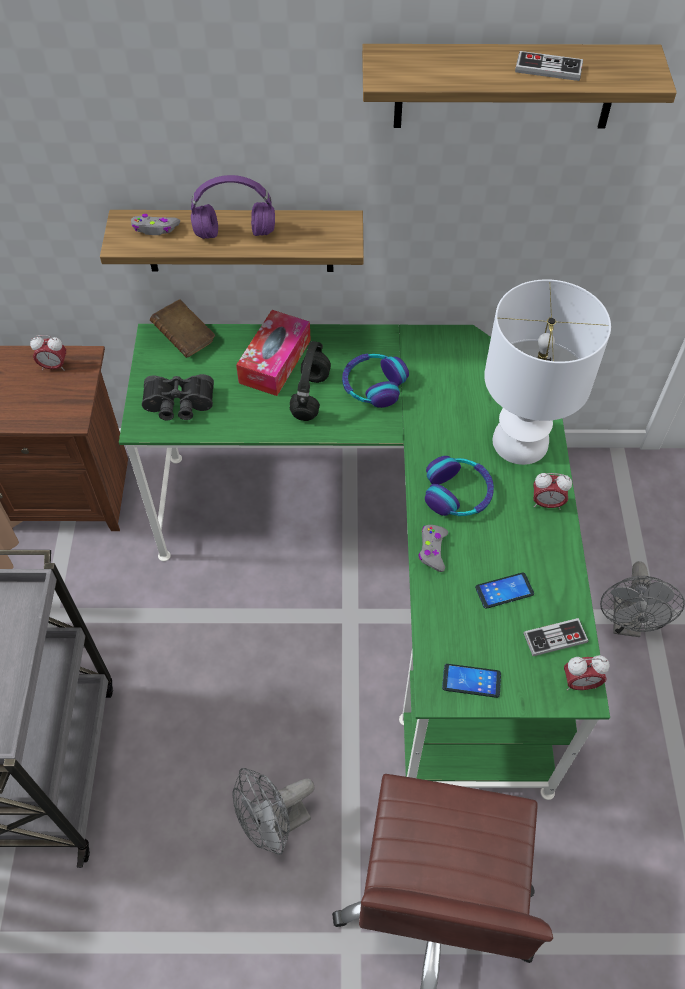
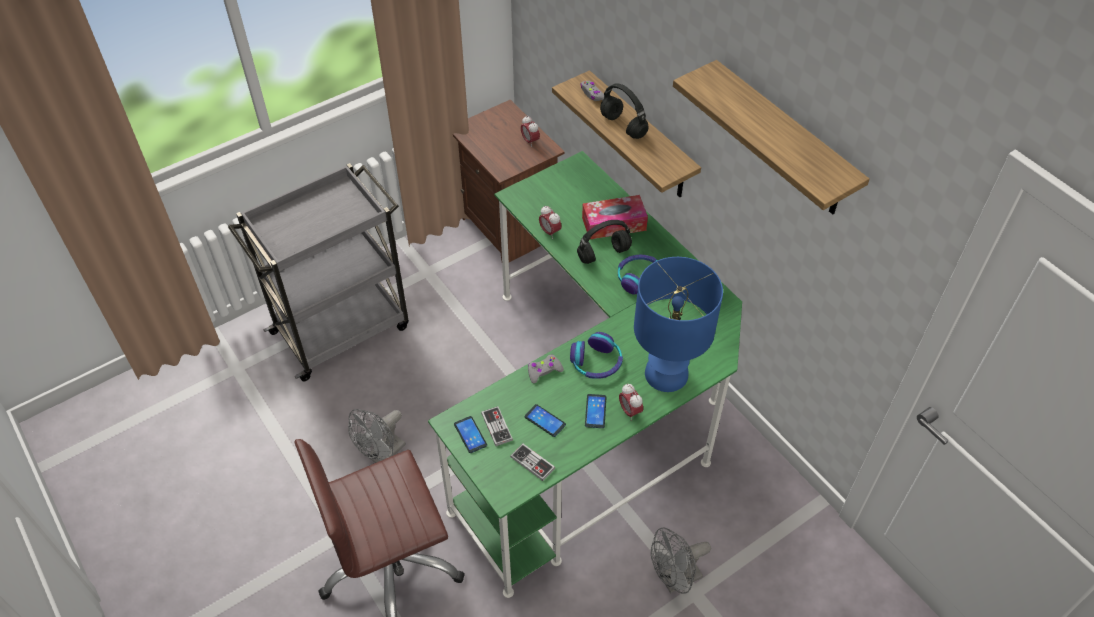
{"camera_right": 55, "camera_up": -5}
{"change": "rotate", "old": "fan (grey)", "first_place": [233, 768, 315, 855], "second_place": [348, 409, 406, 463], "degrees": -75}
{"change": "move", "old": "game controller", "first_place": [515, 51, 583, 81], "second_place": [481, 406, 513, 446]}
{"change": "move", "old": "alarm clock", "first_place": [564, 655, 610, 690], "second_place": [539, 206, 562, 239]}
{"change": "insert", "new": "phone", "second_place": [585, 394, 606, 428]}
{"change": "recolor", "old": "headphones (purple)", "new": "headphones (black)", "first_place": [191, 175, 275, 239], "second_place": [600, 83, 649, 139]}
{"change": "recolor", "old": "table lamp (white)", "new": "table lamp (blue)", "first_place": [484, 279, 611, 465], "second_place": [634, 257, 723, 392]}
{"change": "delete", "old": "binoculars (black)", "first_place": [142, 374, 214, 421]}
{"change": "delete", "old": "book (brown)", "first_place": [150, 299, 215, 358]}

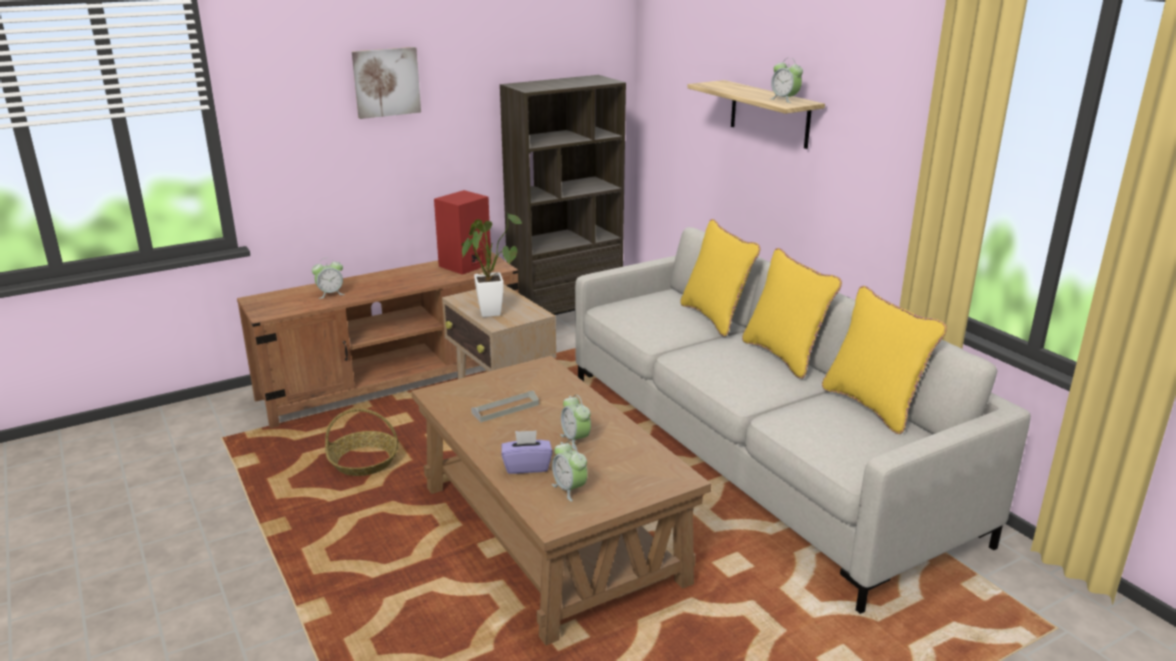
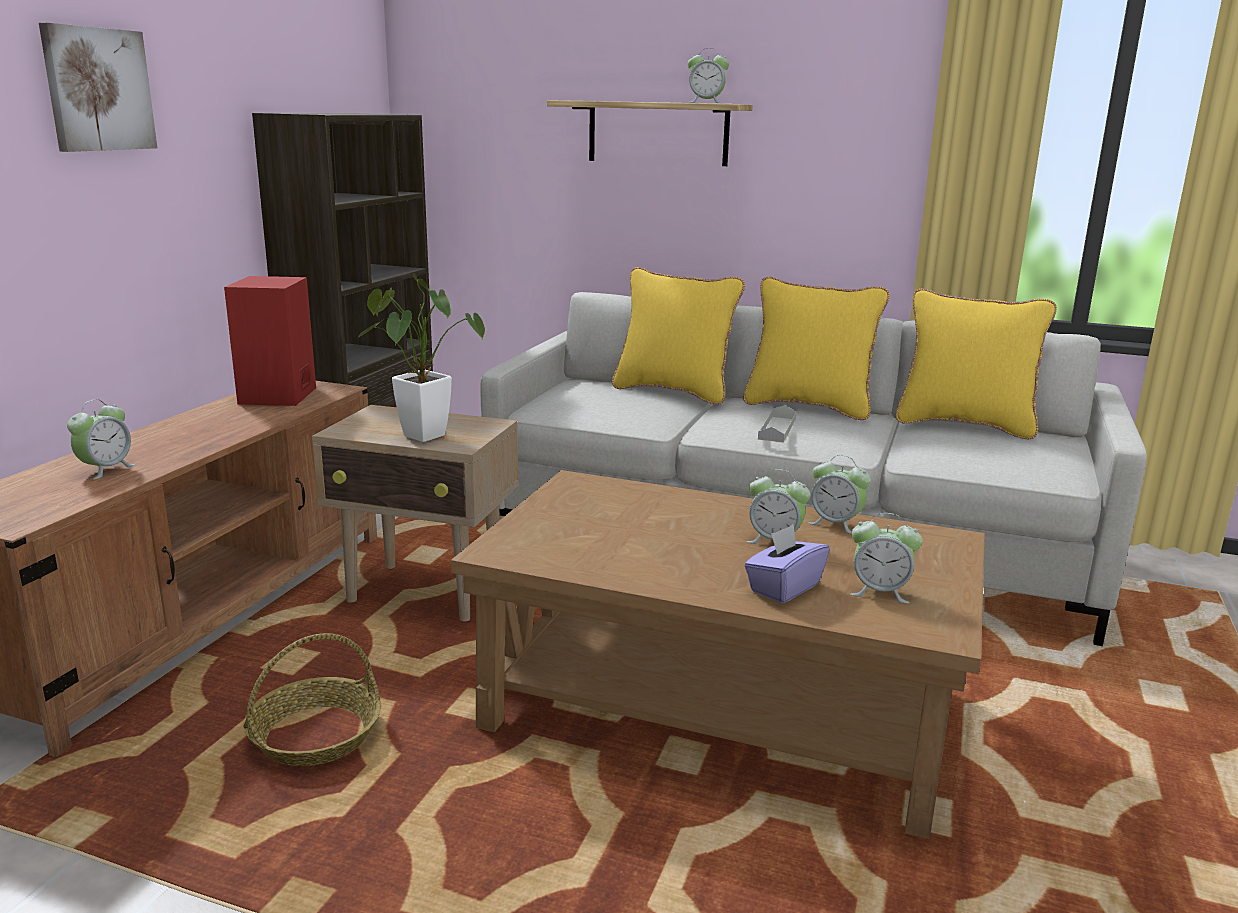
{"camera_right": -40, "camera_up": -5}
{"change": "move", "old": "tray (grey)", "first_place": [471, 391, 539, 422], "second_place": [758, 405, 796, 443]}
{"change": "insert", "new": "alarm clock", "second_place": [808, 455, 871, 534]}

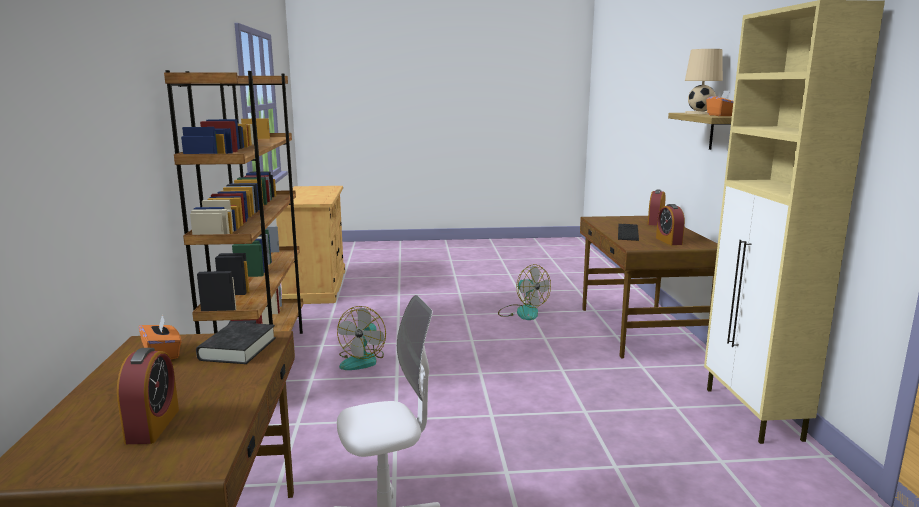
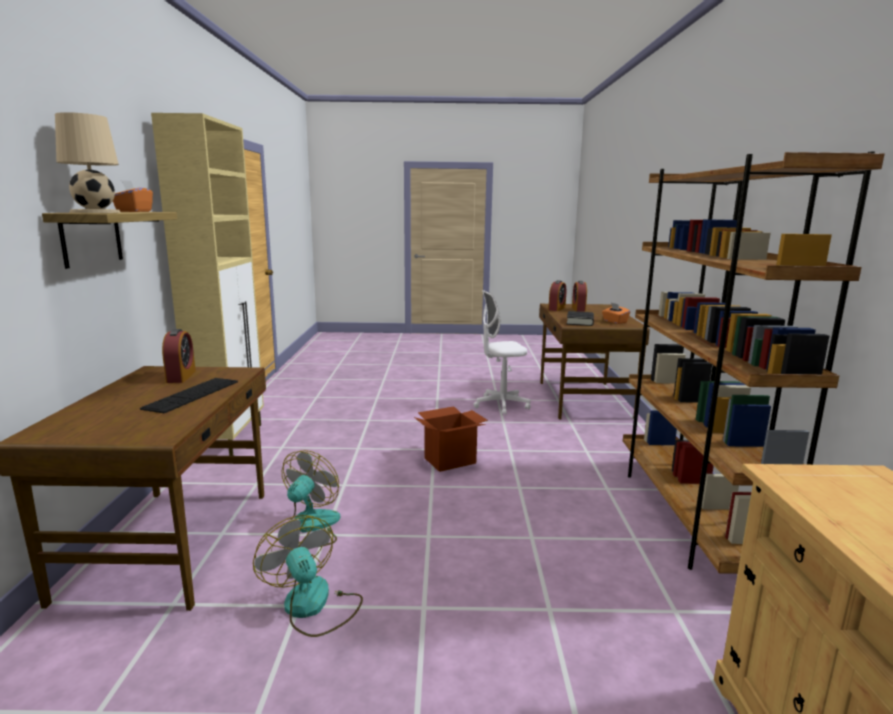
{"camera_right": -175, "camera_up": 0}
{"change": "move", "old": "fan", "first_place": [337, 306, 386, 370], "second_place": [282, 450, 341, 547]}
{"change": "insert", "new": "cardboard box", "second_place": [414, 406, 488, 472]}
{"change": "move", "old": "alarm clock", "first_place": [648, 189, 665, 226], "second_place": [548, 280, 566, 311]}

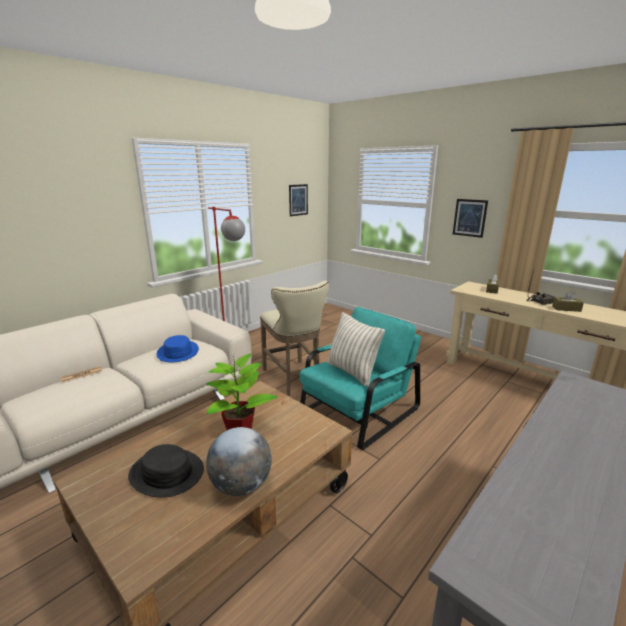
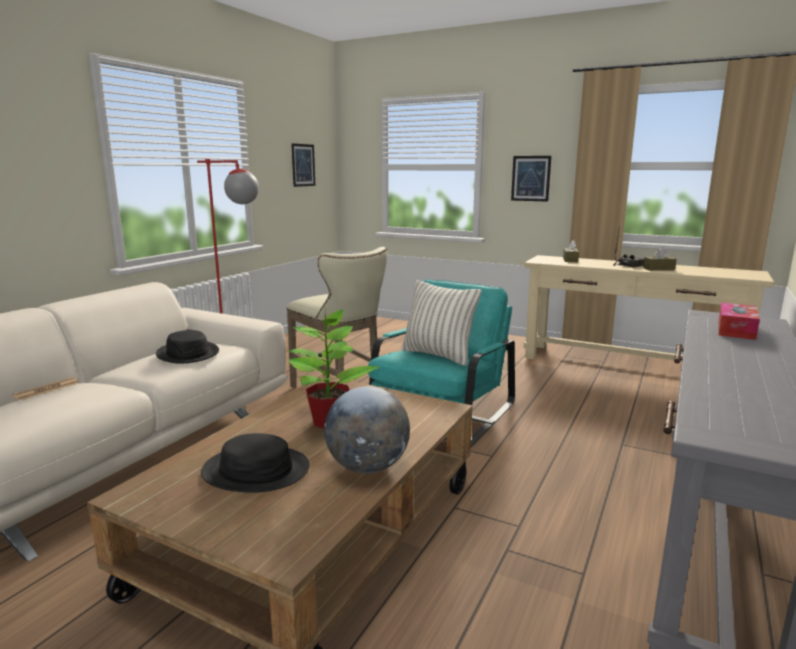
{"camera_right": -15, "camera_up": -5}
{"change": "recolor", "old": "hat (blue)", "new": "hat (black)", "first_place": [156, 335, 199, 362], "second_place": [156, 330, 219, 364]}
{"change": "insert", "new": "tissue box", "second_place": [718, 302, 760, 340]}

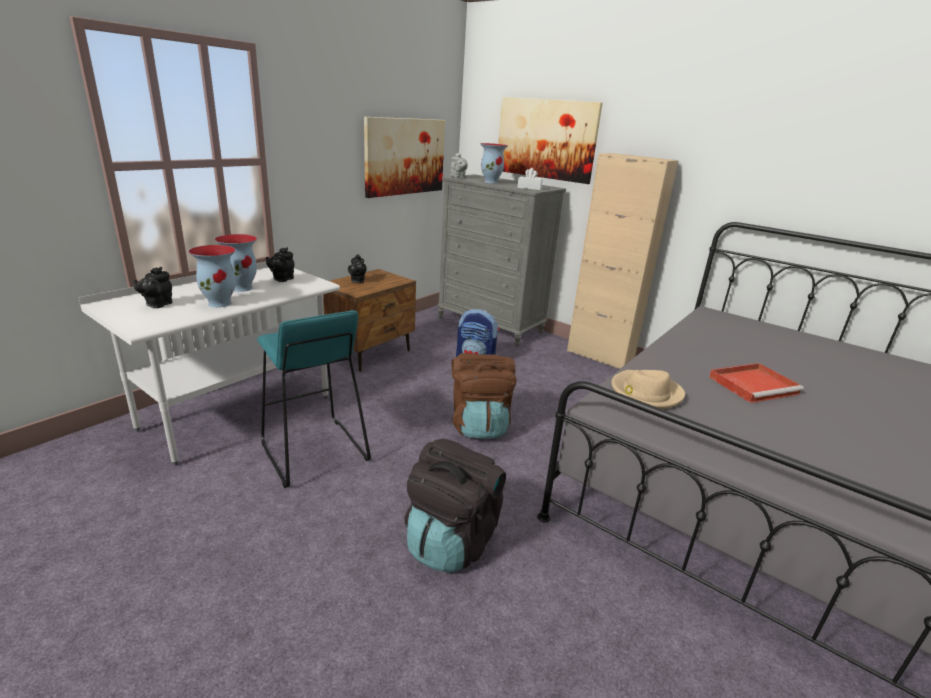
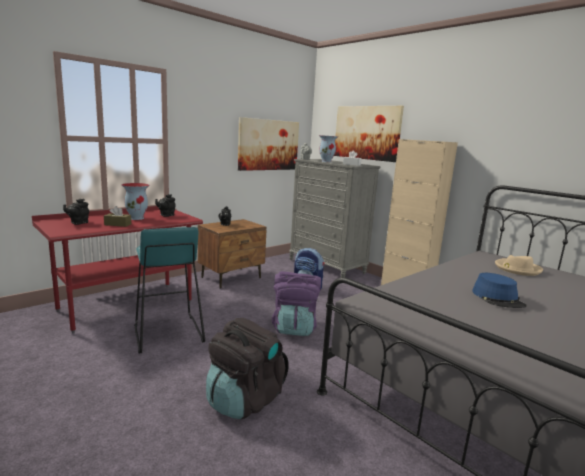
{"camera_right": 10, "camera_up": -10}
{"change": "recolor", "old": "desk (white)", "new": "desk (red)", "first_place": [78, 262, 340, 466], "second_place": [32, 206, 203, 334]}
{"change": "replace", "old": "vase", "new": "tissue box (brown)", "first_place": [188, 245, 236, 308], "second_place": [104, 206, 131, 227]}
{"change": "recolor", "old": "backpack (brown)", "new": "backpack (purple)", "first_place": [452, 353, 517, 439], "second_place": [272, 271, 321, 336]}
{"change": "replace", "old": "tray (red)", "new": "hat (blue)", "first_place": [709, 363, 804, 403], "second_place": [472, 273, 527, 308]}
{"change": "move", "old": "hat (beige)", "first_place": [611, 370, 685, 409], "second_place": [495, 255, 543, 276]}

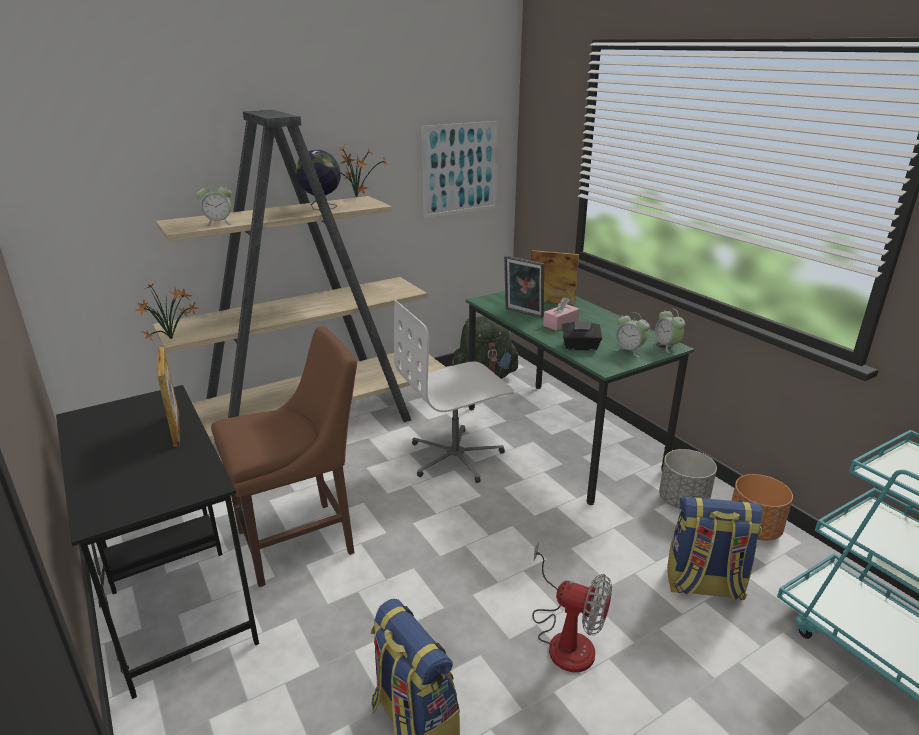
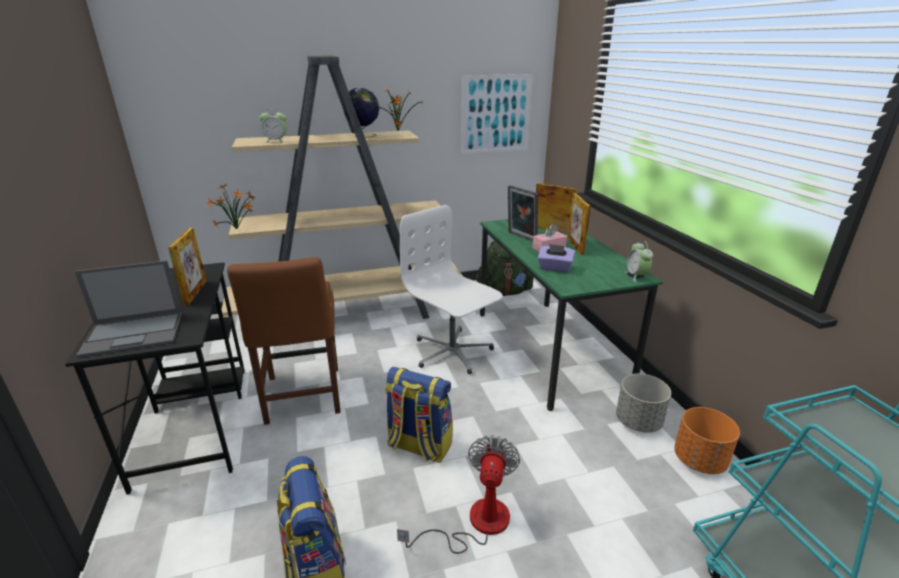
{"camera_right": 15, "camera_up": 0}
{"change": "insert", "new": "laptop", "second_place": [75, 260, 182, 358]}
{"change": "rotate", "old": "chair (brown)", "first_place": [211, 326, 357, 587], "second_place": [227, 257, 341, 425], "degrees": 90}
{"change": "move", "old": "backpack", "first_place": [667, 496, 763, 602], "second_place": [385, 367, 453, 463]}
{"change": "rotate", "old": "fan", "first_place": [532, 542, 612, 672], "second_place": [397, 435, 520, 554], "degrees": -120}
{"change": "rotate", "old": "office chair (white)", "first_place": [394, 300, 514, 483], "second_place": [400, 205, 503, 374], "degrees": 60}
{"change": "recolor", "old": "tissue box (black)", "new": "tissue box (purple)", "first_place": [561, 321, 602, 351], "second_place": [538, 244, 575, 273]}
{"change": "insert", "new": "picture frame", "second_place": [568, 193, 591, 255]}
{"change": "delete", "old": "alarm clock", "first_place": [614, 312, 650, 357]}

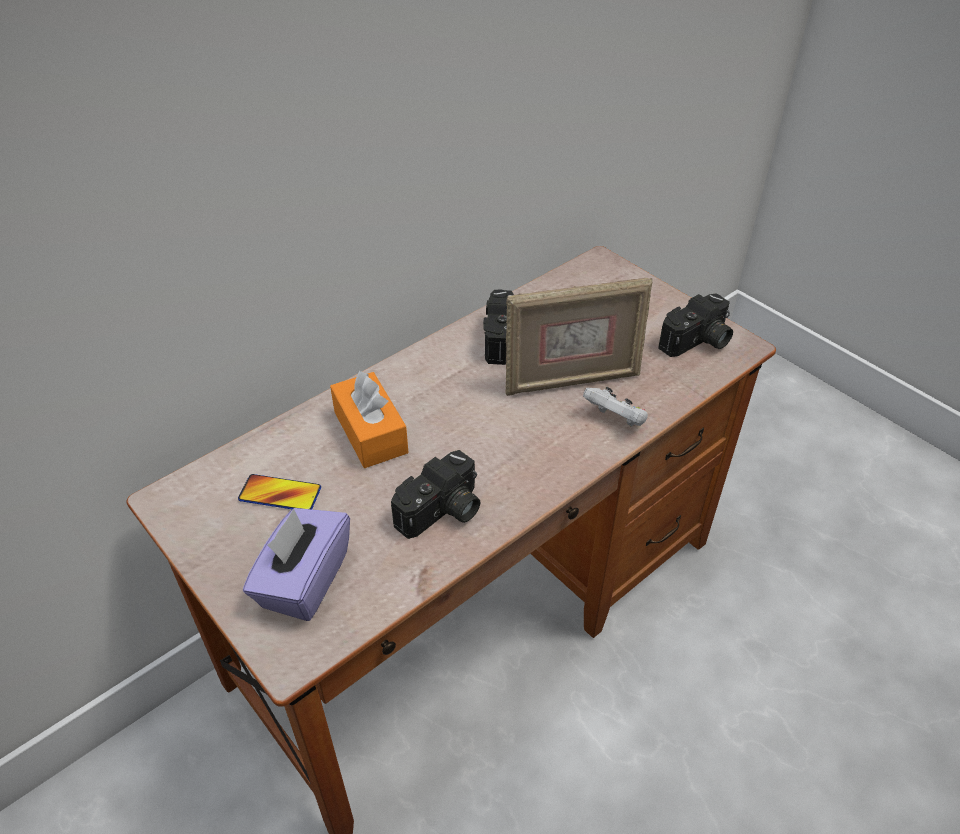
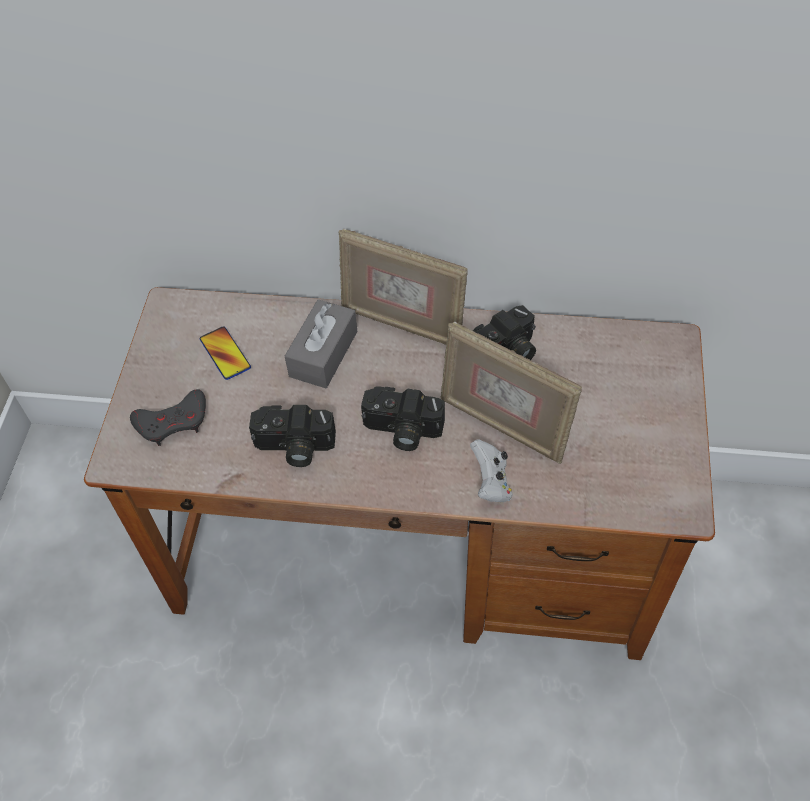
{"camera_right": 50, "camera_up": 10}
{"change": "replace", "old": "tissue box (purple)", "new": "game controller (grey)", "first_place": [243, 508, 350, 621], "second_place": [130, 389, 206, 446]}
{"change": "recolor", "old": "tissue box (orange)", "new": "tissue box (grey)", "first_place": [330, 370, 408, 468], "second_place": [285, 299, 357, 388]}
{"change": "insert", "new": "picture frame", "second_place": [339, 228, 468, 345]}
{"change": "move", "old": "photo camera", "first_place": [658, 293, 733, 357], "second_place": [361, 386, 445, 451]}

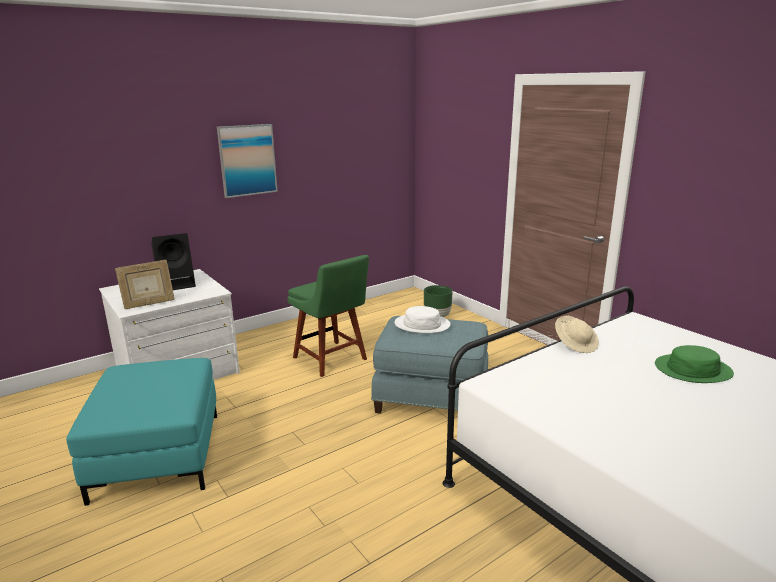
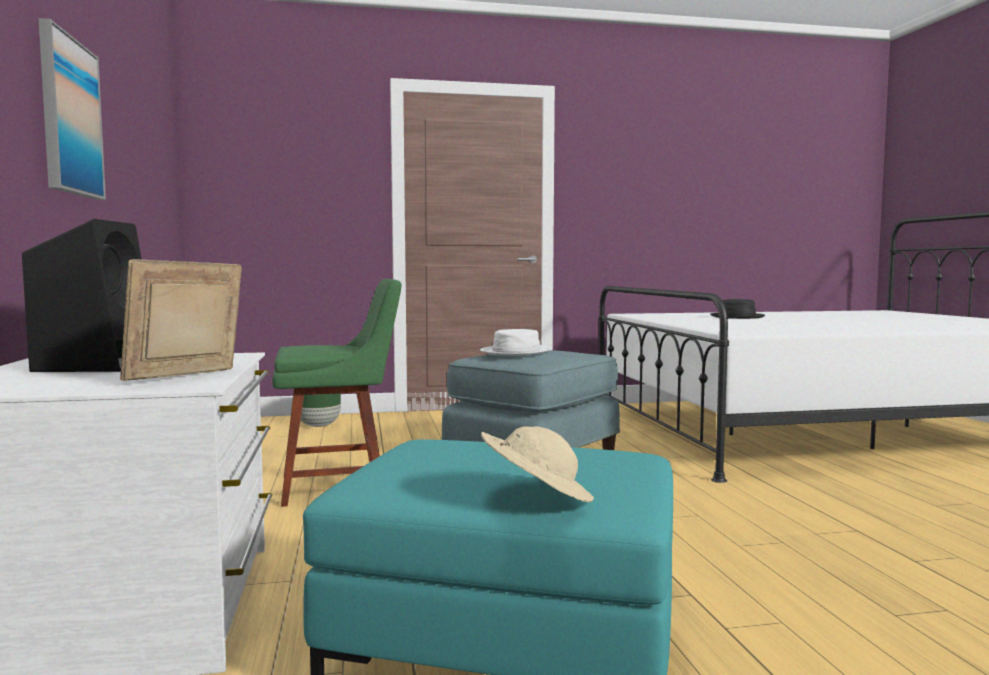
{"camera_right": -65, "camera_up": -15}
{"change": "rotate", "old": "picture frame", "first_place": [115, 260, 175, 309], "second_place": [120, 259, 242, 381], "degrees": -150}
{"change": "move", "old": "hat (beige)", "first_place": [555, 316, 599, 353], "second_place": [481, 426, 594, 502]}
{"change": "recolor", "old": "hat (green)", "new": "hat (black)", "first_place": [655, 345, 734, 383], "second_place": [710, 299, 765, 319]}

